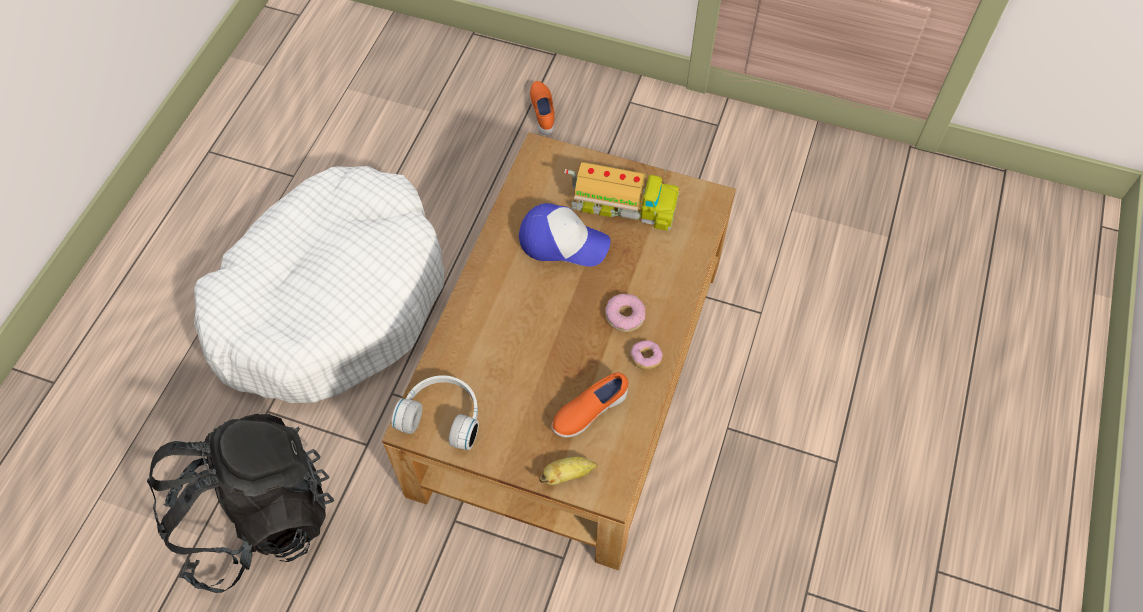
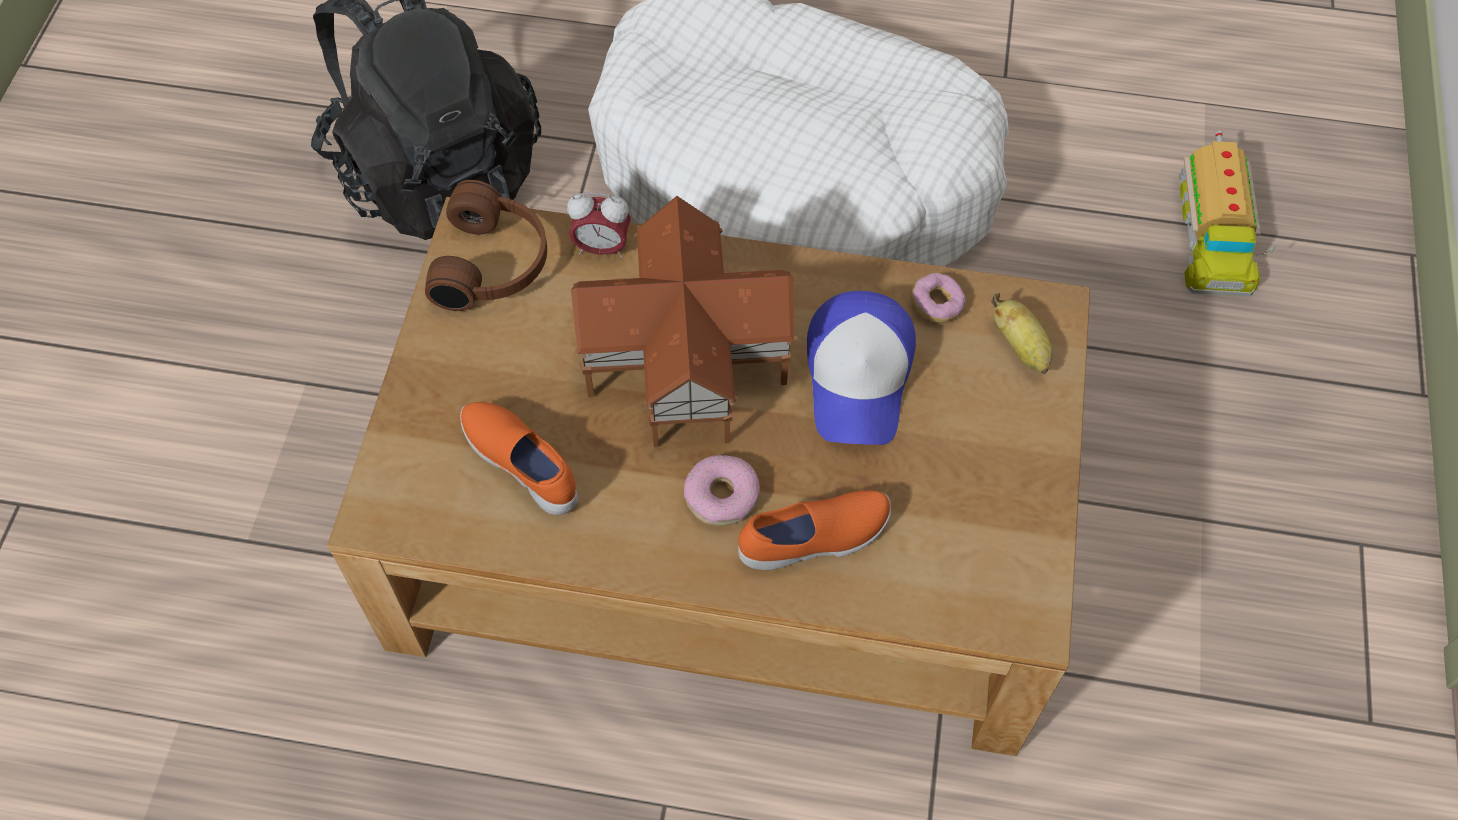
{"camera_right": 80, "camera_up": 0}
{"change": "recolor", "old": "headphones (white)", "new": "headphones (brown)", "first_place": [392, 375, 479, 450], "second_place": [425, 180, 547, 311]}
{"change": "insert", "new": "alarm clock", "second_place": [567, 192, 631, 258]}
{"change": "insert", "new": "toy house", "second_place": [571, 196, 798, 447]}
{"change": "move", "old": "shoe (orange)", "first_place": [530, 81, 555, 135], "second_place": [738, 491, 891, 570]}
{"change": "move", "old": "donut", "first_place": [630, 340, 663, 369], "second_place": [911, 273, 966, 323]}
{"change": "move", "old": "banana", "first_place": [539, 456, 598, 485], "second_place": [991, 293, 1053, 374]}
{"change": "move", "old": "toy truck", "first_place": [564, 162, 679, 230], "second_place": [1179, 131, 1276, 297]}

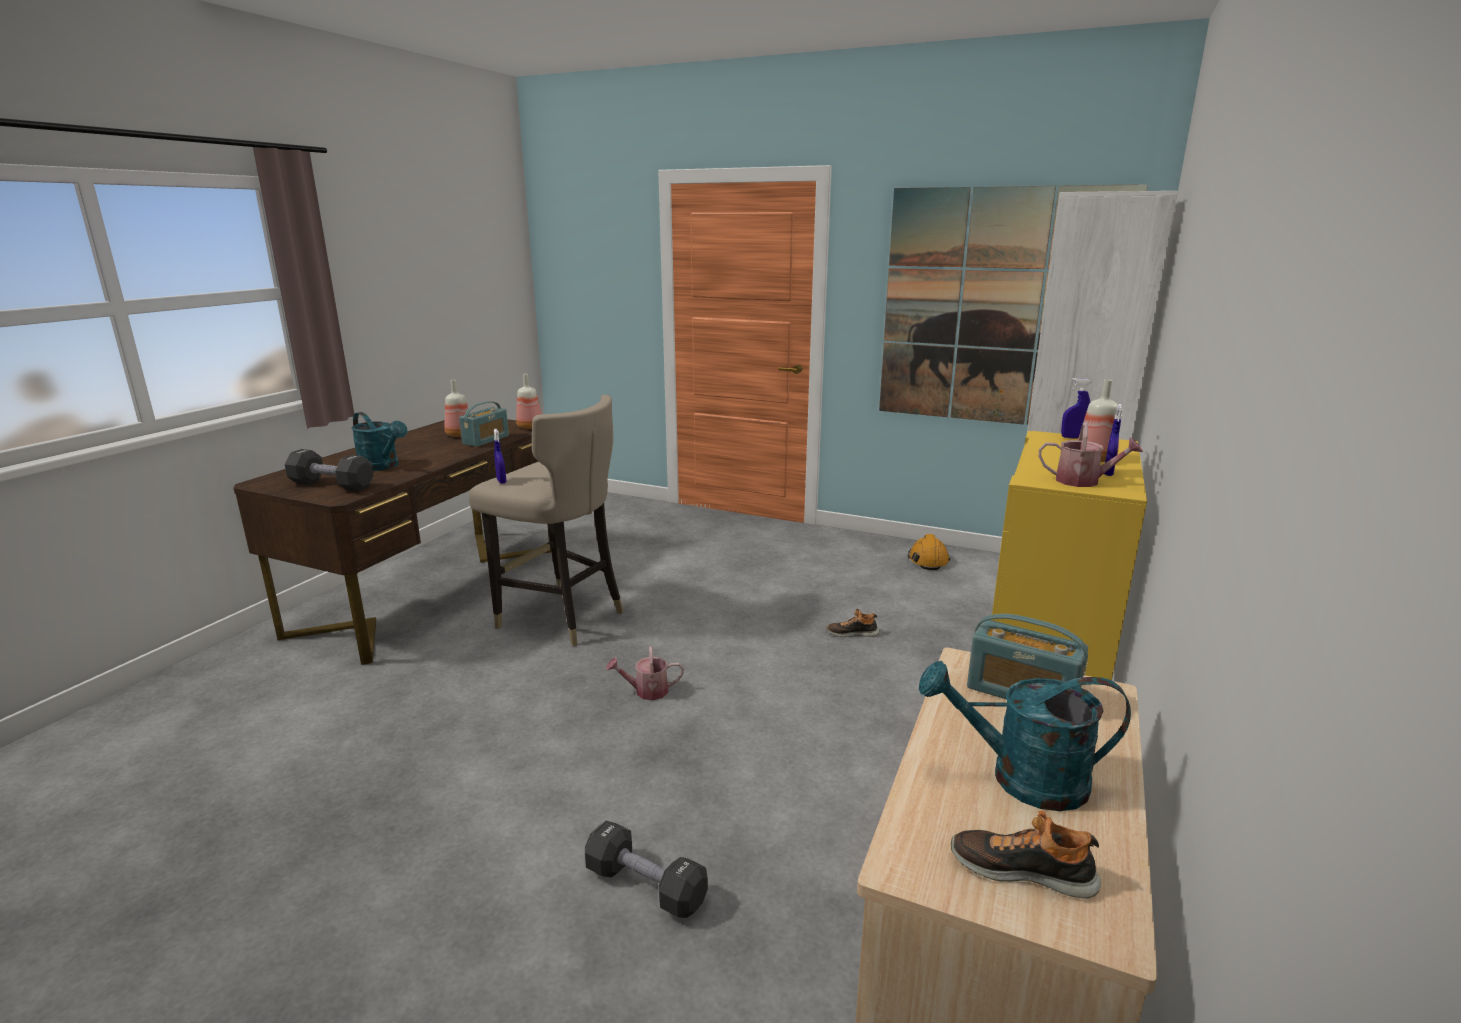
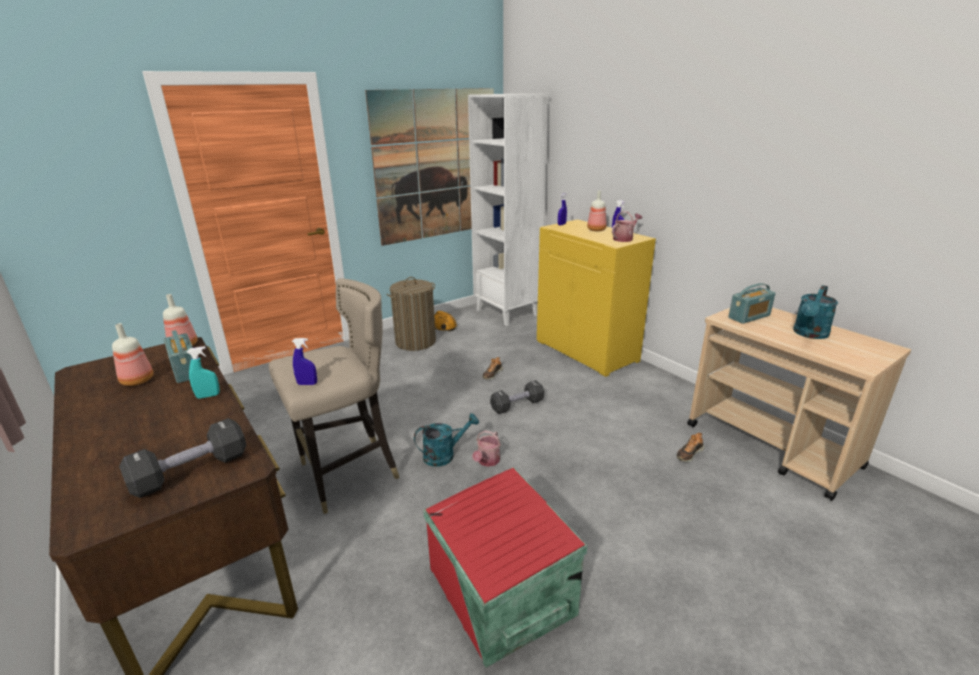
{"camera_right": -60, "camera_up": 5}
{"change": "insert", "new": "spray bottle (turquoise)", "second_place": [187, 346, 220, 399]}
{"change": "insert", "new": "laundry basket", "second_place": [387, 277, 436, 351]}
{"change": "move", "old": "watering can (turquoise)", "first_place": [351, 412, 407, 471], "second_place": [414, 413, 479, 467]}
{"change": "insert", "new": "storage box (red)", "second_place": [423, 467, 587, 668]}
{"change": "move", "old": "dumbbell (black)", "first_place": [585, 821, 708, 918], "second_place": [490, 380, 544, 414]}
{"change": "move", "old": "shoe", "first_place": [951, 811, 1101, 898], "second_place": [676, 433, 705, 462]}

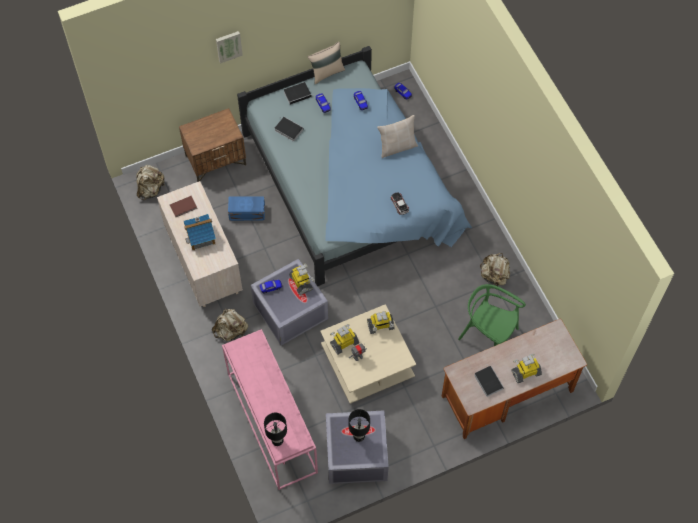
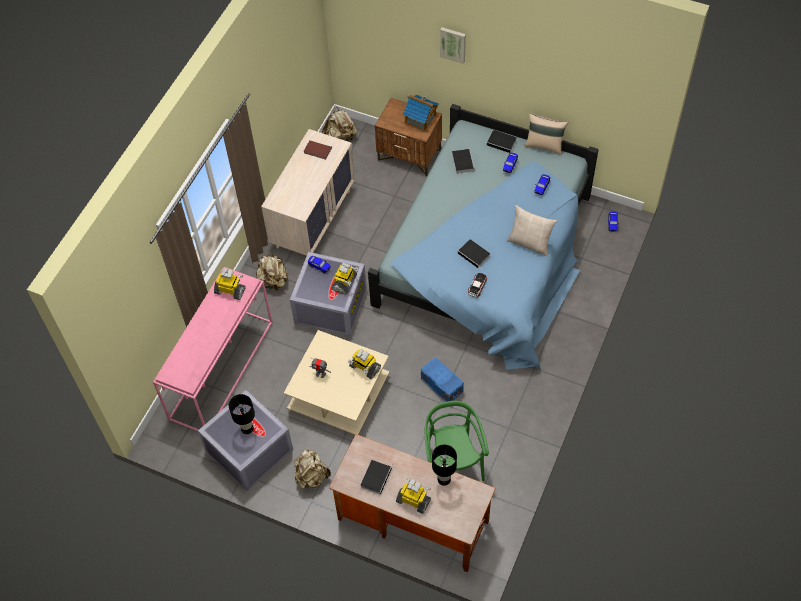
{"camera_right": 50, "camera_up": -5}
{"change": "move", "old": "toy robot", "first_place": [330, 324, 359, 355], "second_place": [214, 268, 246, 300]}
{"change": "move", "old": "backpack (beige)", "first_place": [480, 253, 510, 286], "second_place": [294, 449, 331, 488]}
{"change": "move", "old": "toy house", "first_place": [184, 214, 216, 250], "second_place": [403, 94, 439, 131]}
{"change": "move", "old": "storage box (blue)", "first_place": [228, 196, 265, 221], "second_place": [421, 357, 464, 402]}
{"change": "move", "old": "table lamp (black)", "first_place": [264, 413, 287, 446], "second_place": [432, 445, 457, 486]}
{"change": "insert", "new": "book", "second_place": [458, 239, 490, 269]}

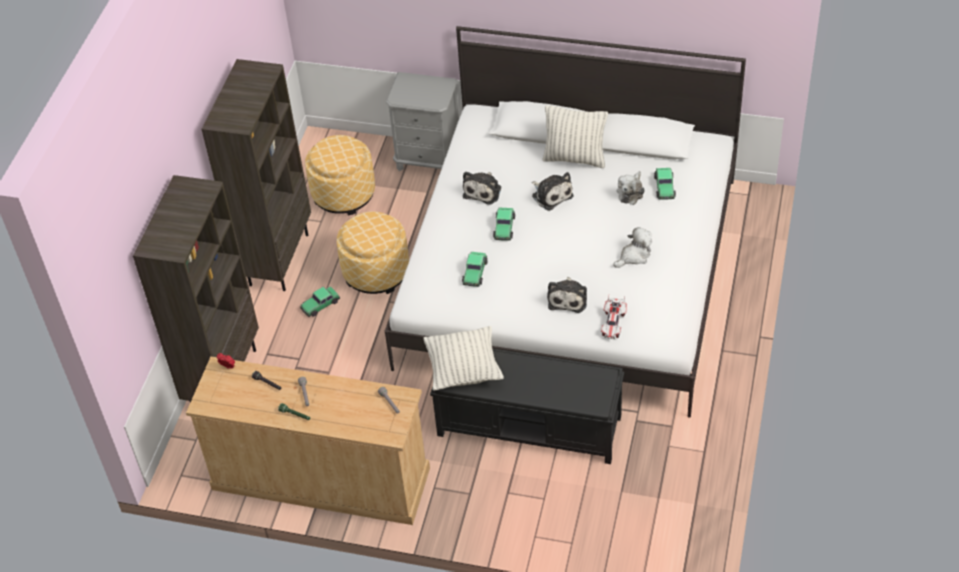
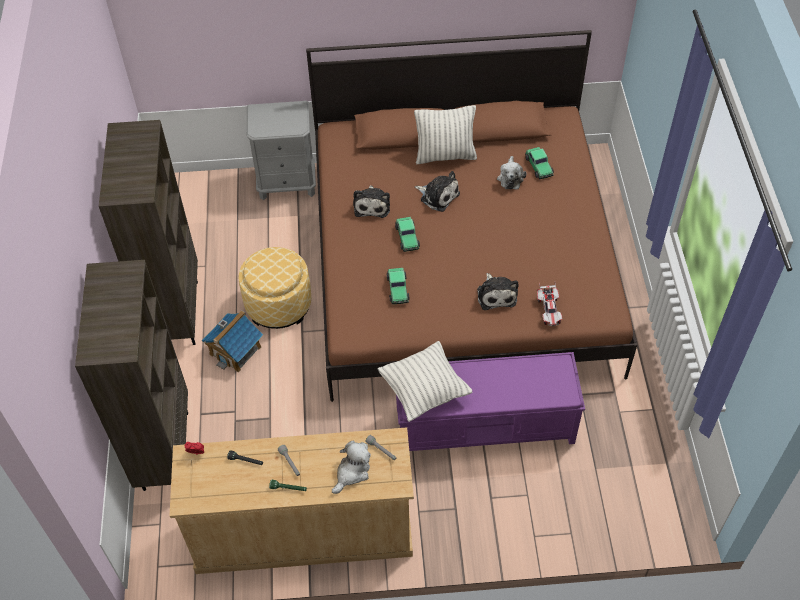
{"camera_right": -20, "camera_up": 5}
{"change": "replace", "old": "toy car", "new": "toy house", "first_place": [300, 286, 340, 317], "second_place": [202, 310, 263, 372]}
{"change": "recolor", "old": "bed (white)", "new": "bed (brown)", "first_place": [385, 26, 746, 417], "second_place": [306, 30, 637, 402]}
{"change": "move", "old": "plush toy", "first_place": [613, 227, 652, 268], "second_place": [332, 441, 371, 494]}
{"change": "recolor", "old": "bench (black)", "new": "bench (purple)", "first_place": [430, 348, 624, 464], "second_place": [396, 352, 585, 451]}
{"change": "delete", "old": "ottoman", "first_place": [305, 135, 375, 215]}

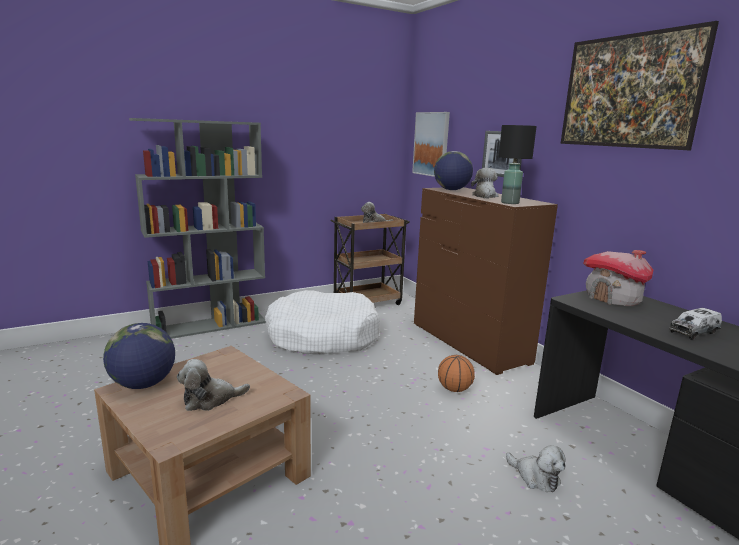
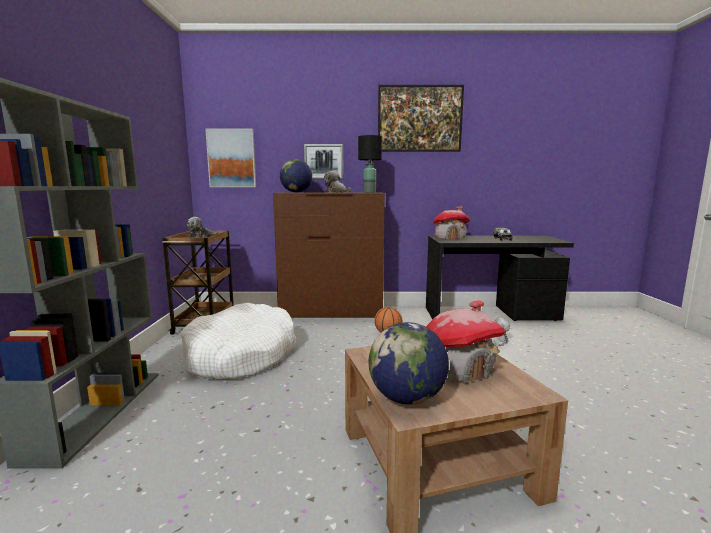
{"camera_right": -60, "camera_up": -5}
{"change": "replace", "old": "plush toy", "new": "toy house", "first_place": [177, 359, 250, 411], "second_place": [426, 300, 505, 384]}

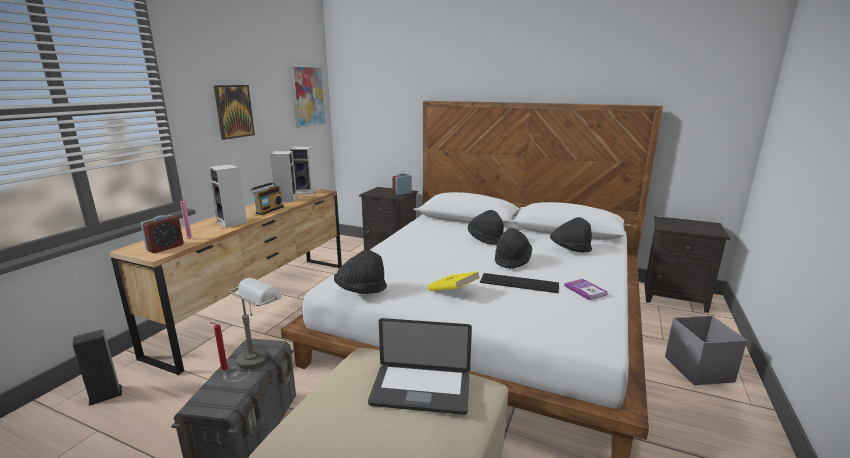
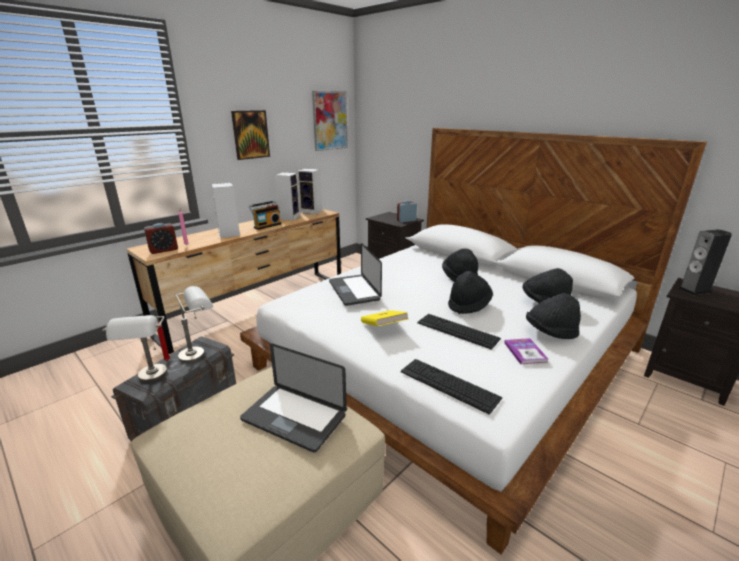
{"camera_right": 20, "camera_up": 5}
{"change": "insert", "new": "table lamp (grey)", "second_place": [102, 315, 167, 383]}
{"change": "insert", "new": "laptop", "second_place": [329, 243, 382, 306]}
{"change": "insert", "new": "keyboard", "second_place": [401, 359, 502, 415]}
{"change": "move", "old": "hat (black)", "first_place": [334, 250, 387, 294], "second_place": [526, 293, 581, 339]}
{"change": "move", "old": "speaker", "first_place": [72, 329, 122, 406], "second_place": [678, 229, 732, 295]}
{"change": "delete", "old": "storage box (grey)", "first_place": [665, 316, 747, 385]}

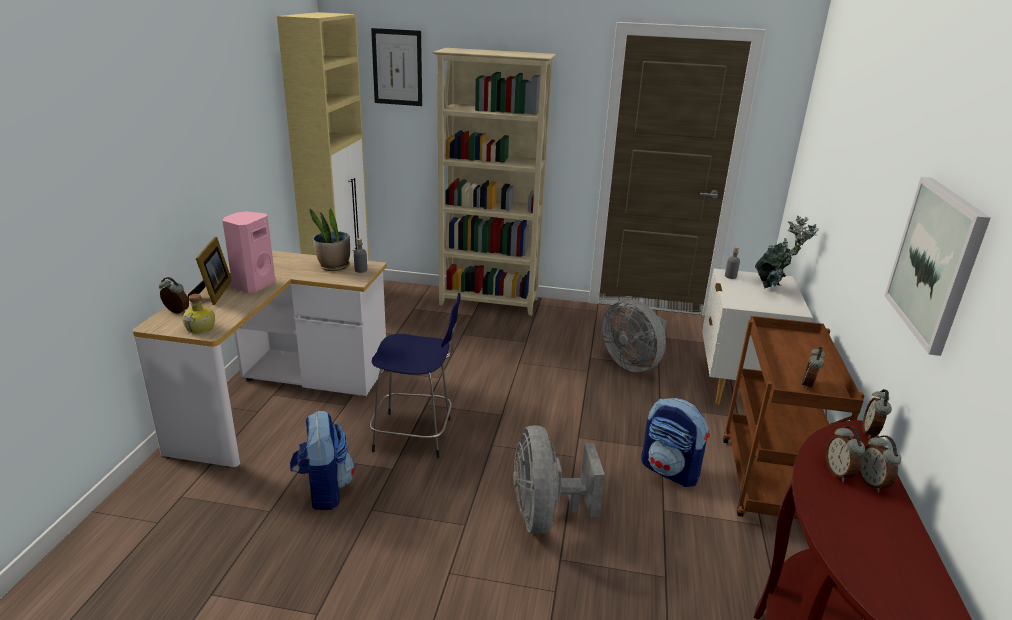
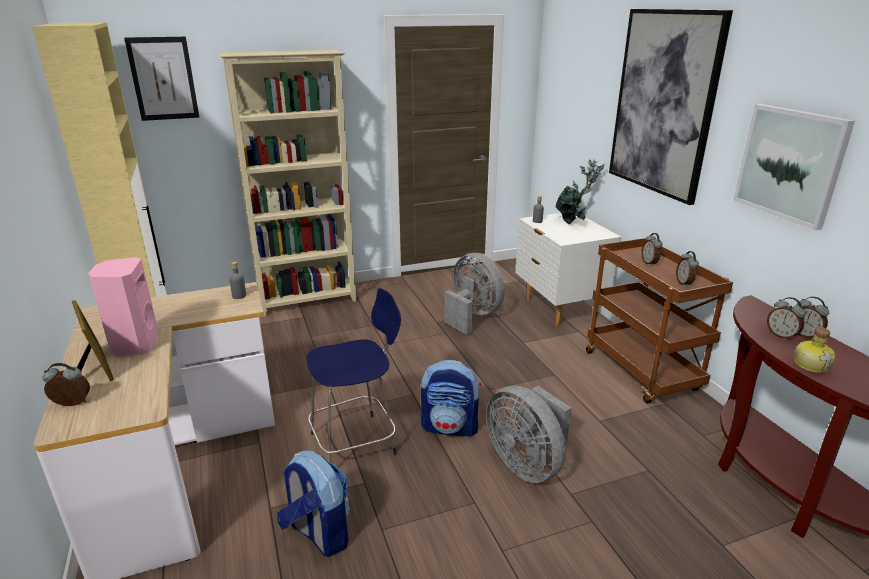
{"camera_right": -30, "camera_up": 0}
{"change": "move", "old": "backpack", "first_place": [641, 398, 710, 487], "second_place": [421, 359, 481, 437]}
{"change": "rotate", "old": "fan (grey)", "first_place": [602, 299, 667, 372], "second_place": [445, 253, 505, 335], "degrees": -150}
{"change": "insert", "new": "picture", "second_place": [609, 9, 733, 205]}
{"change": "move", "old": "alarm clock", "first_place": [862, 389, 892, 439], "second_place": [642, 233, 662, 266]}
{"change": "move", "old": "bottle", "first_place": [182, 294, 215, 334], "second_place": [795, 327, 835, 373]}
{"change": "delete", "old": "potted plant", "first_place": [310, 208, 350, 271]}

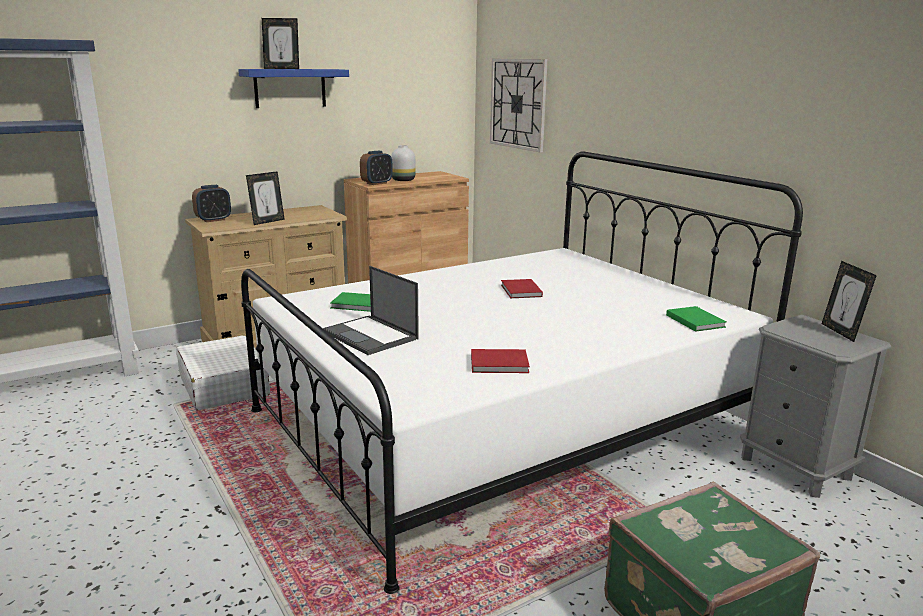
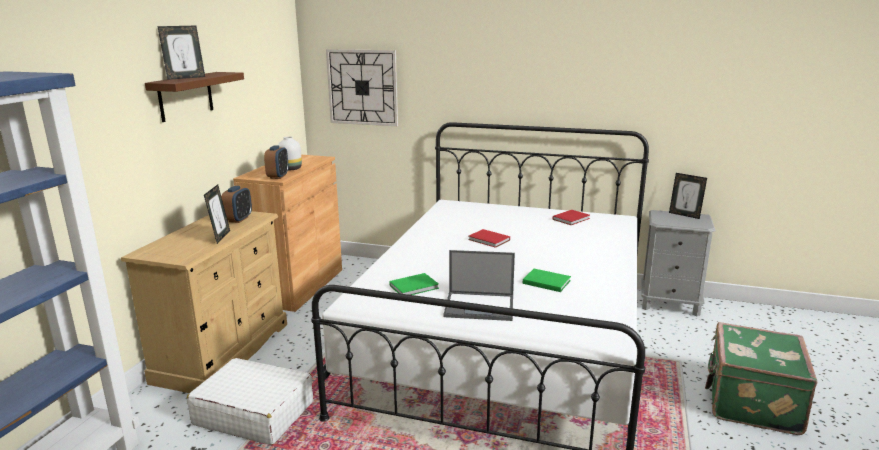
{"camera_right": -40, "camera_up": 0}
{"change": "recolor", "old": "shelf (blue)", "new": "shelf (brown)", "first_place": [238, 69, 349, 108], "second_place": [145, 72, 244, 122]}
{"change": "move", "old": "alarm clock", "first_place": [192, 185, 231, 222], "second_place": [221, 186, 252, 223]}
{"change": "move", "old": "book (green)", "first_place": [666, 306, 727, 332], "second_place": [523, 269, 571, 292]}
{"change": "move", "old": "book (red)", "first_place": [471, 349, 530, 373], "second_place": [553, 210, 590, 225]}

